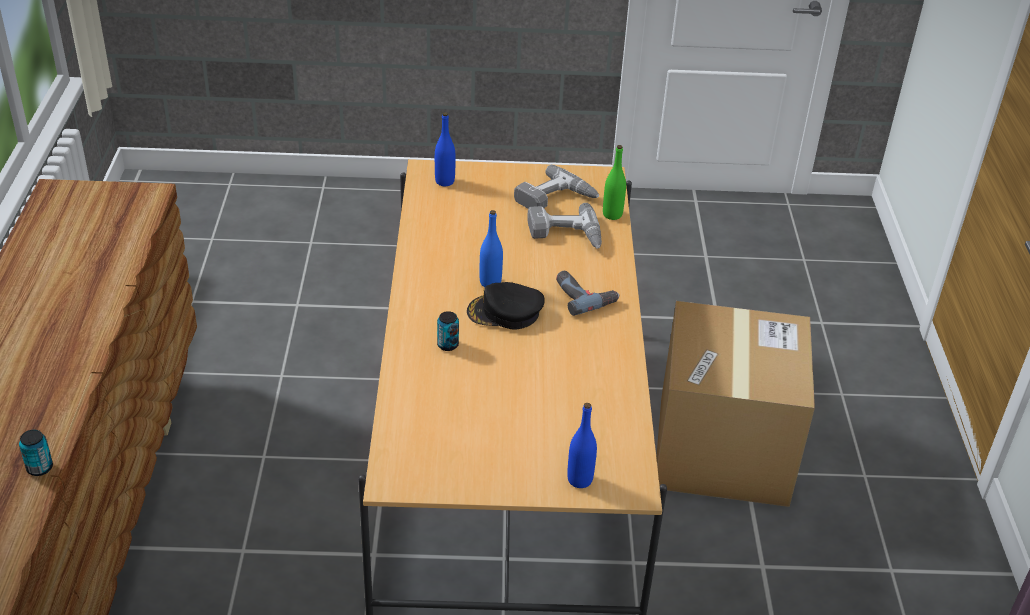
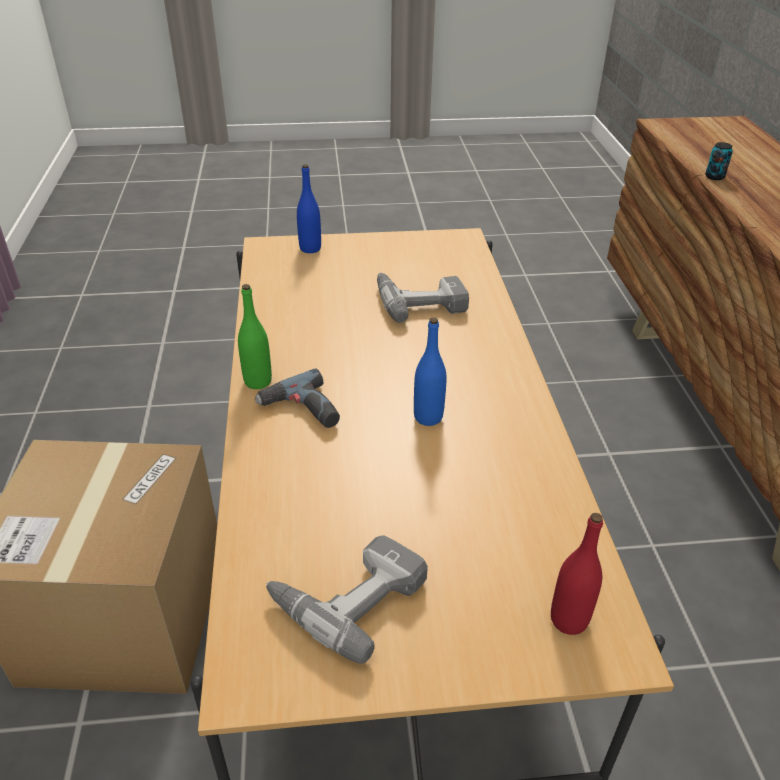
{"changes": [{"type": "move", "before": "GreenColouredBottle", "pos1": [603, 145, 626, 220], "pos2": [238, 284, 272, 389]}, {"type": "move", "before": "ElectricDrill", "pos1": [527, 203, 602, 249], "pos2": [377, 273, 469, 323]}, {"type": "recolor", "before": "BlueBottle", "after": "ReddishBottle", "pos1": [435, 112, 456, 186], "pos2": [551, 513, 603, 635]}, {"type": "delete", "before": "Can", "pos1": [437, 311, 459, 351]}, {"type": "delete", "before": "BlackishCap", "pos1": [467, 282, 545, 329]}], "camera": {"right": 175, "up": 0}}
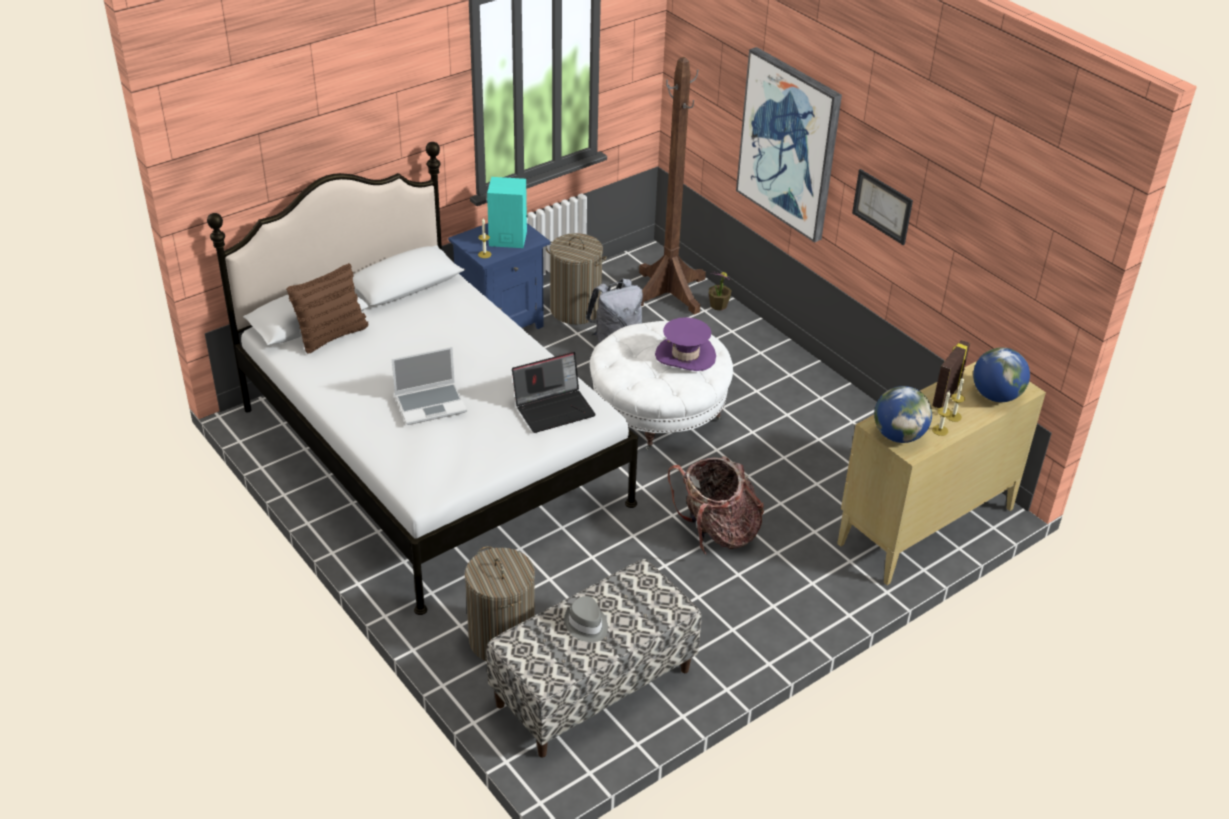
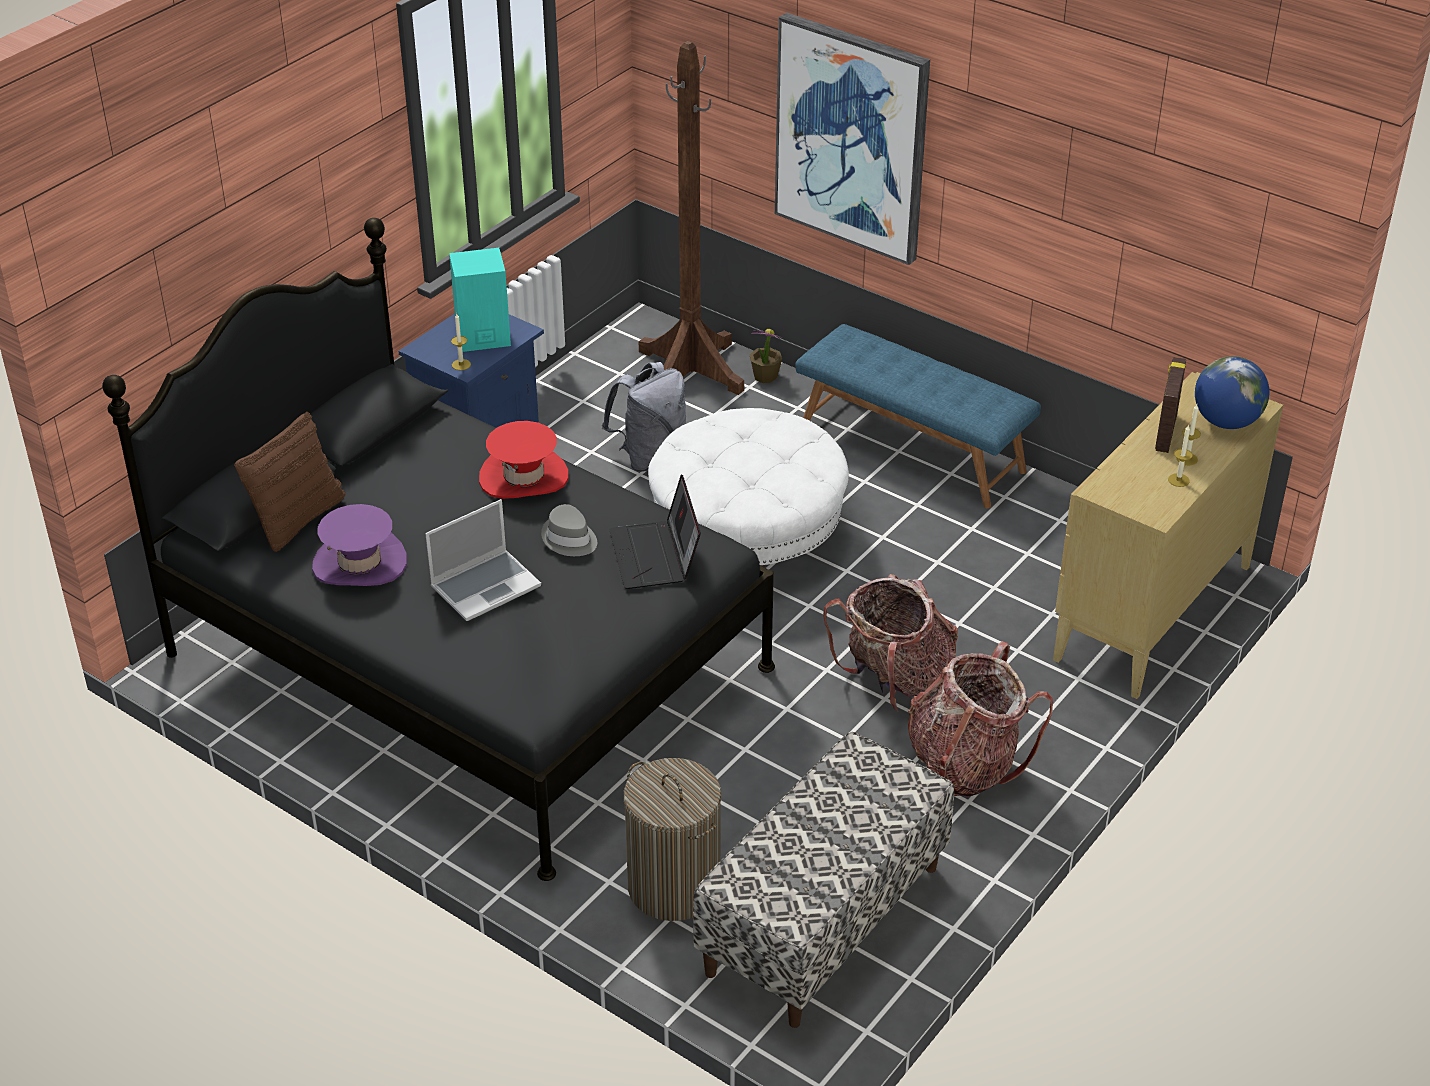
{"changes": [{"type": "recolor", "before": "WhiteColouredBedroomBed", "after": "BlackishBedroomBed", "pos1": [207, 142, 638, 615], "pos2": [102, 218, 775, 881]}, {"type": "move", "before": "PurpleColouredClothingHat", "pos1": [655, 317, 716, 371], "pos2": [312, 504, 407, 586]}, {"type": "insert", "after": "ReddishClothingHat", "pos2": [479, 421, 569, 499]}, {"type": "move", "before": "GreyishClothingHat", "pos1": [564, 596, 608, 642], "pos2": [541, 504, 597, 556]}, {"type": "rotate", "before": "Laptop", "pos1": [512, 352, 596, 433], "pos2": [609, 474, 701, 589], "turn": 120}, {"type": "insert", "after": "BlueBench", "pos2": [795, 324, 1041, 508]}, {"type": "insert", "after": "Backpack", "pos2": [908, 641, 1053, 797]}, {"type": "delete", "before": "WashingBasket", "pos1": [545, 233, 607, 324]}, {"type": "delete", "before": "WallArt", "pos1": [852, 169, 913, 245]}, {"type": "delete", "before": "Globe", "pos1": [874, 386, 932, 443]}], "camera": {"right": -15, "up": 0}}
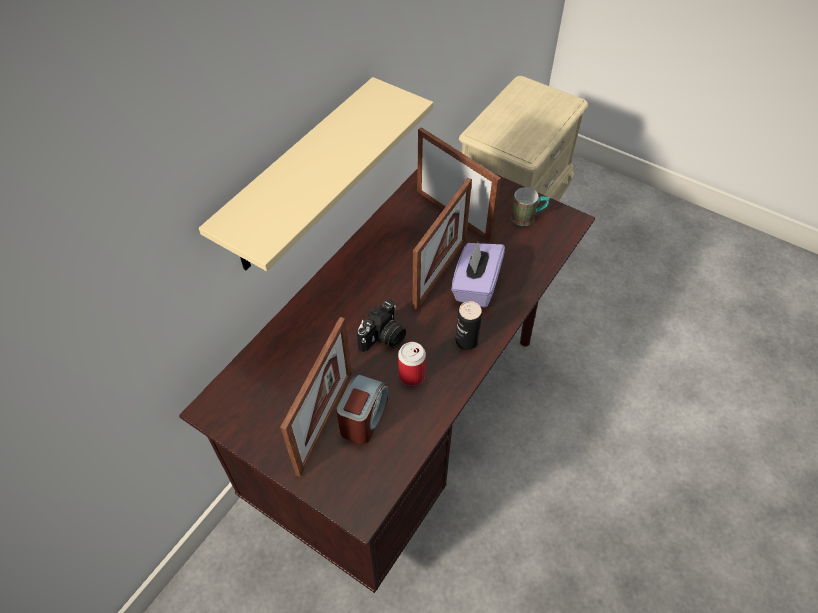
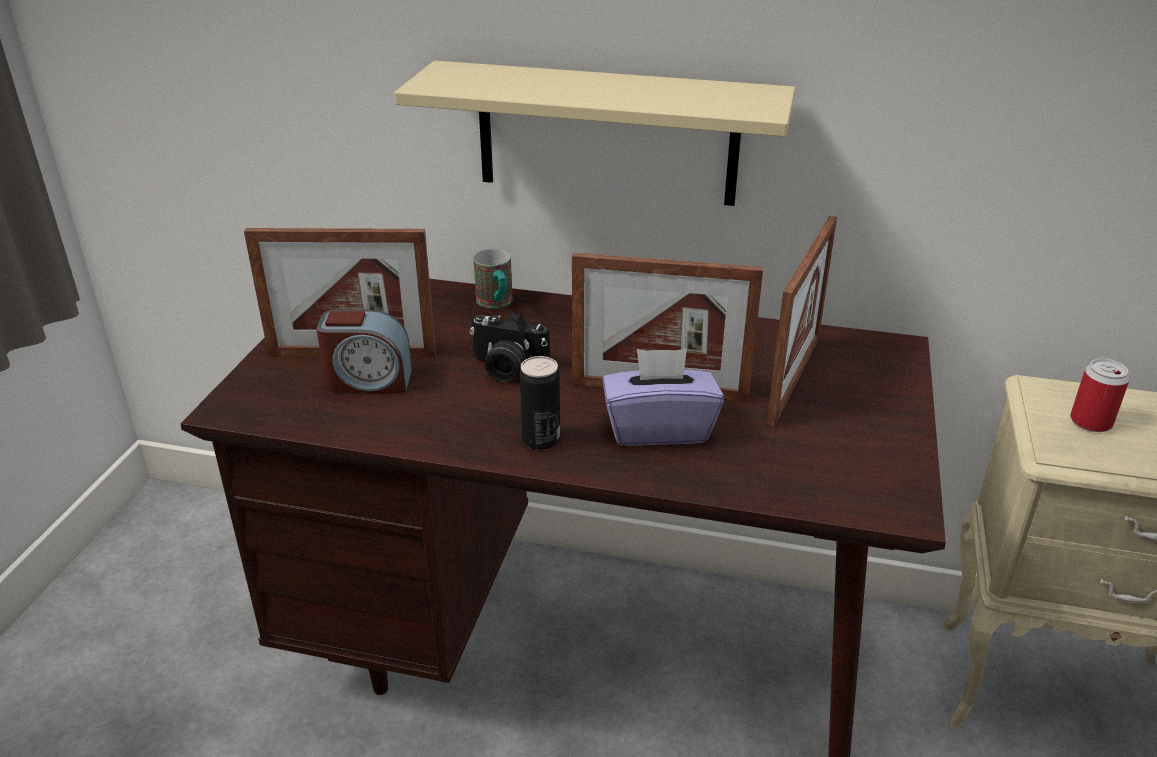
{"changes": [{"type": "move", "before": "CoffeeMug", "pos1": [511, 187, 549, 226], "pos2": [474, 249, 512, 308]}, {"type": "move", "before": "Can", "pos1": [398, 342, 426, 386], "pos2": [1070, 358, 1130, 432]}], "camera": {"right": 70, "up": -20}}
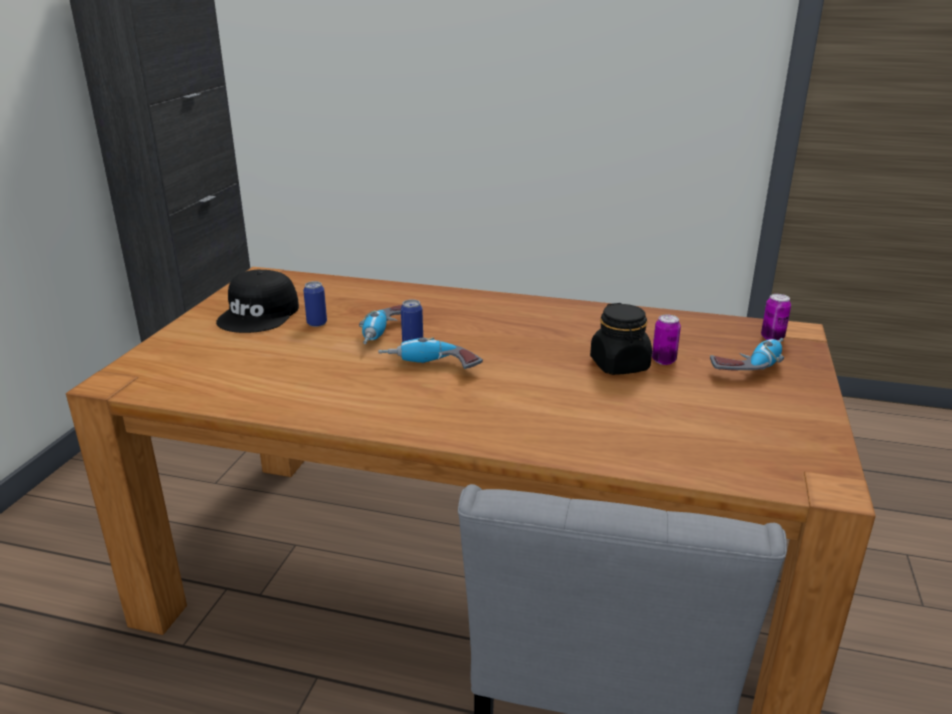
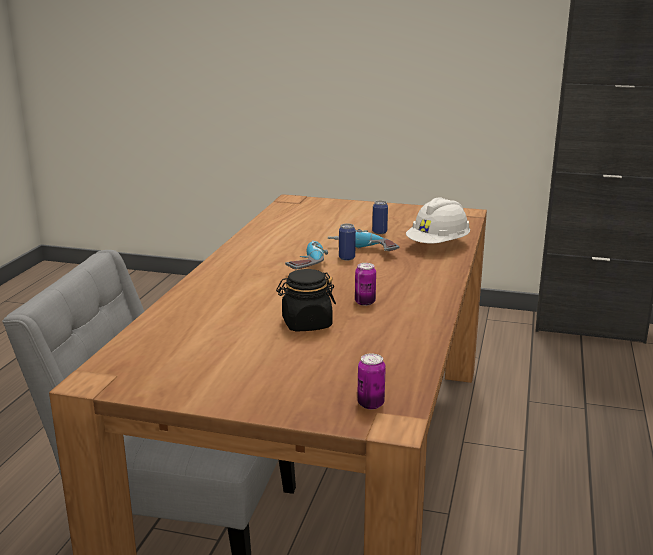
{"changes": [{"type": "move", "before": "Can", "pos1": [652, 314, 681, 365], "pos2": [355, 263, 376, 306]}, {"type": "insert", "after": "WhiteColouredSafetyHelmet", "pos2": [406, 197, 470, 244]}, {"type": "delete", "before": "BlackishCap", "pos1": [216, 270, 299, 333]}, {"type": "delete", "before": "ElectricDrill", "pos1": [710, 338, 784, 370]}], "camera": {"right": 90, "up": -5}}
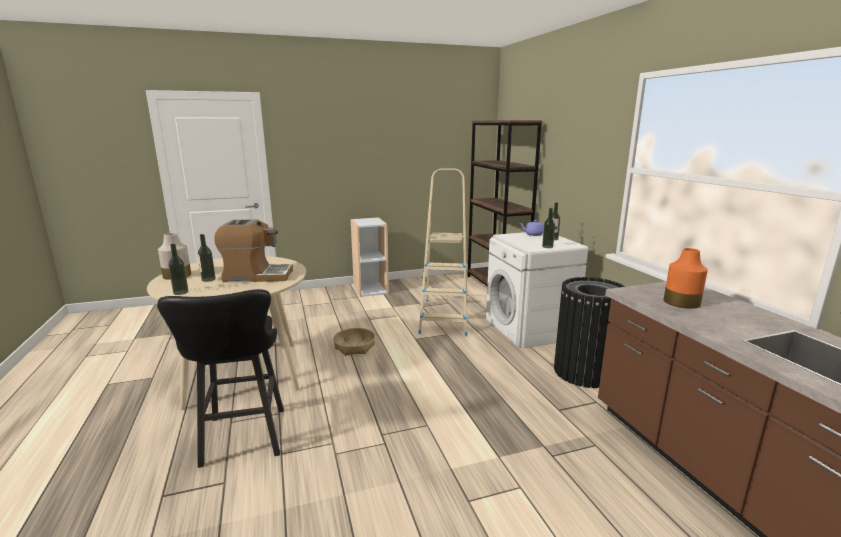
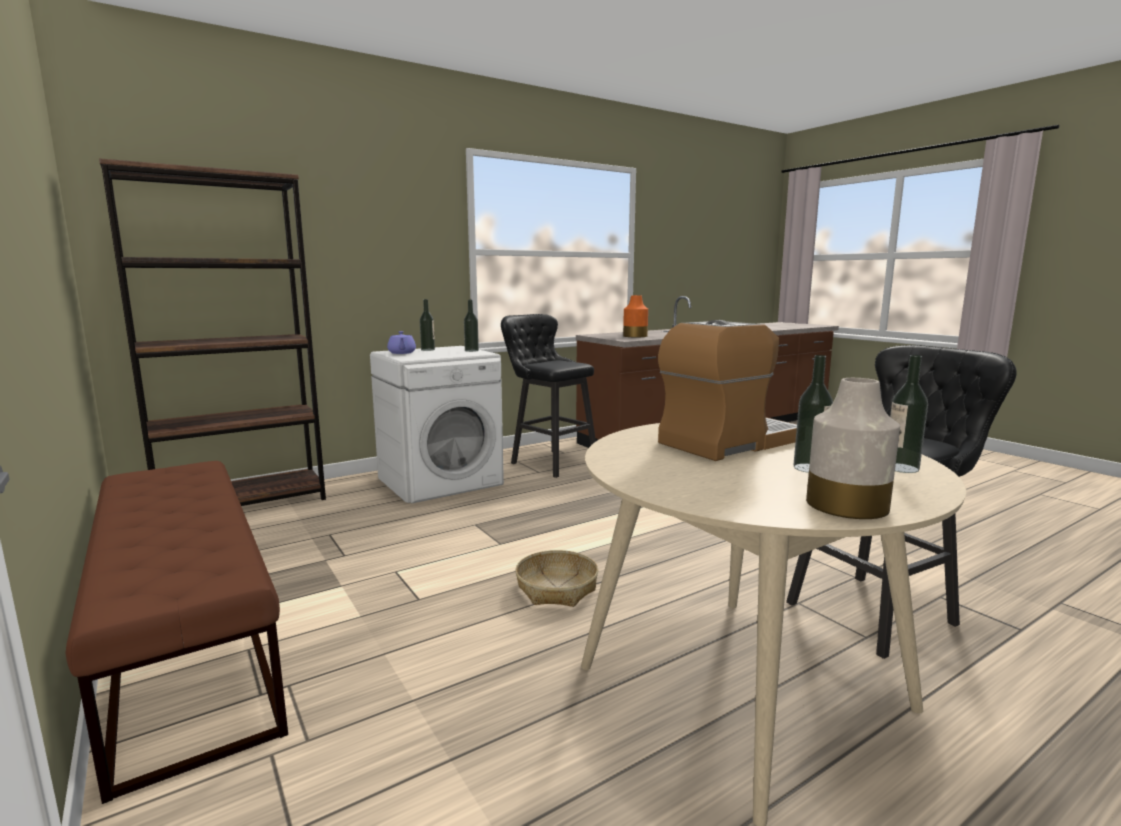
{"changes": [{"type": "replace", "before": "ShelvingUnit", "after": "BrownColouredBench", "pos1": [351, 217, 389, 297], "pos2": [66, 461, 288, 804]}, {"type": "replace", "before": "BlackishTrashCan", "after": "BlackishSittingStool", "pos1": [554, 277, 625, 388], "pos2": [501, 314, 596, 478]}, {"type": "rotate", "before": "CoffeeMaker", "pos1": [214, 219, 293, 282], "pos2": [658, 320, 797, 461], "turn": 75}, {"type": "delete", "before": "BeigeStepladder", "pos1": [419, 168, 468, 336]}], "camera": {"right": -105, "up": -5}}
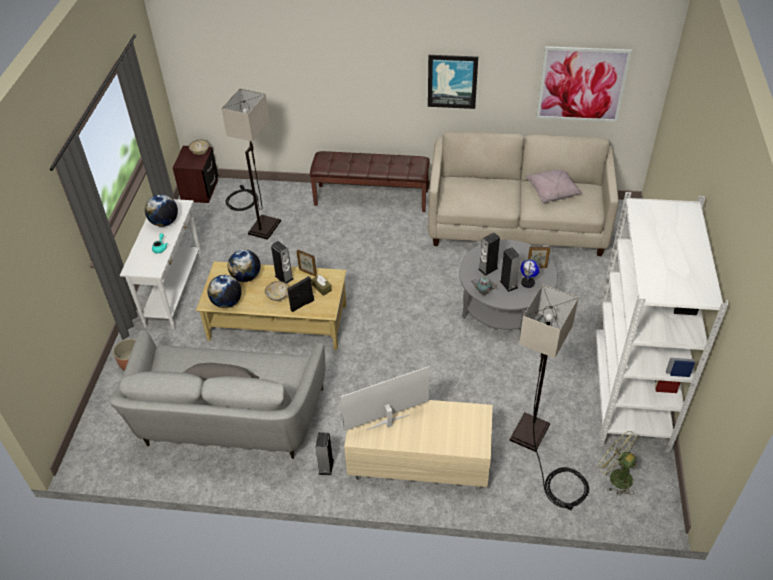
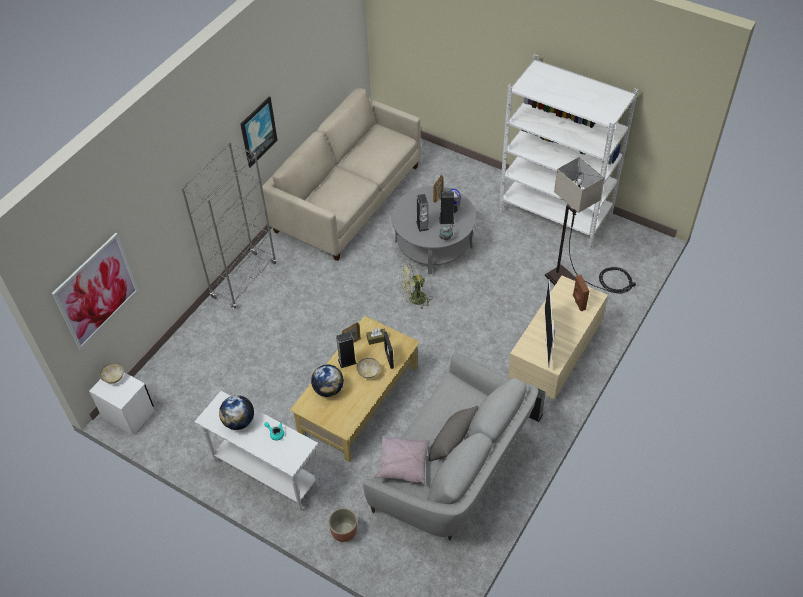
{"changes": [{"type": "move", "before": "WallArt", "pos1": [536, 46, 632, 122], "pos2": [52, 233, 138, 350]}, {"type": "recolor", "before": "BrownColouredNightTable", "after": "WhiteColouredNightTable", "pos1": [173, 146, 218, 203], "pos2": [89, 372, 155, 435]}, {"type": "replace", "before": "BrownColouredBench", "after": "GreyishShelvingUnit", "pos1": [310, 151, 430, 212], "pos2": [181, 142, 277, 309]}, {"type": "move", "before": "PurpleColouredPillow", "pos1": [525, 170, 582, 203], "pos2": [375, 435, 430, 485]}, {"type": "move", "before": "GreenColouredFan", "pos1": [598, 431, 639, 496], "pos2": [398, 263, 433, 309]}, {"type": "insert", "after": "BrownColouredLoudspeaker", "pos2": [573, 275, 589, 311]}, {"type": "delete", "before": "Globe", "pos1": [207, 275, 242, 308]}, {"type": "delete", "before": "StandingLamp", "pos1": [221, 88, 281, 240]}], "camera": {"right": -65, "up": 5}}
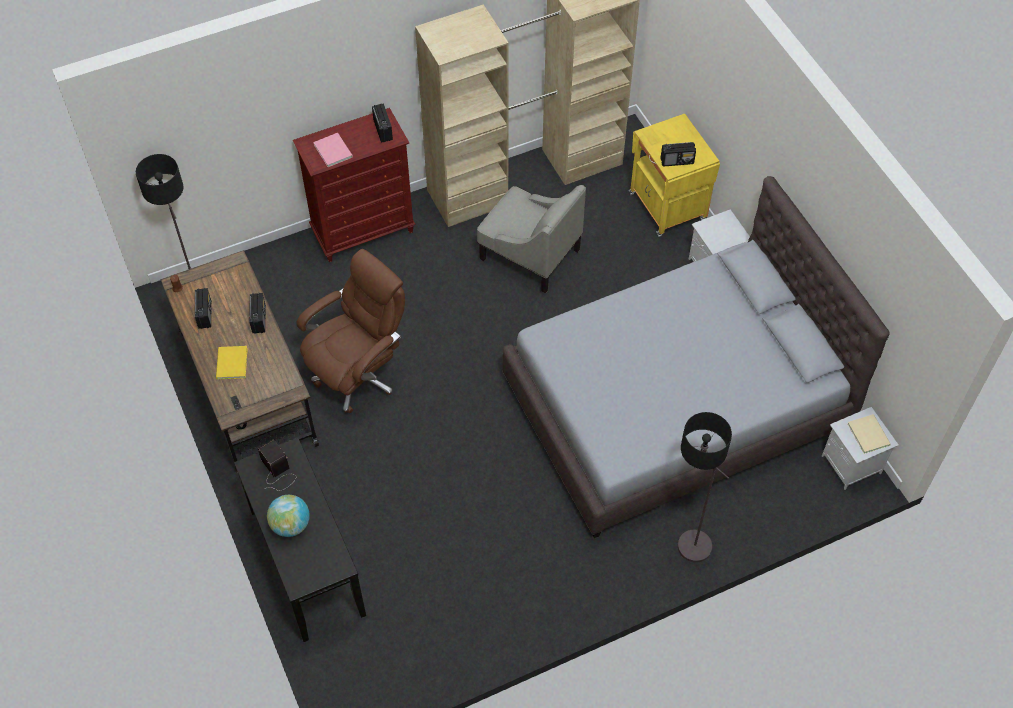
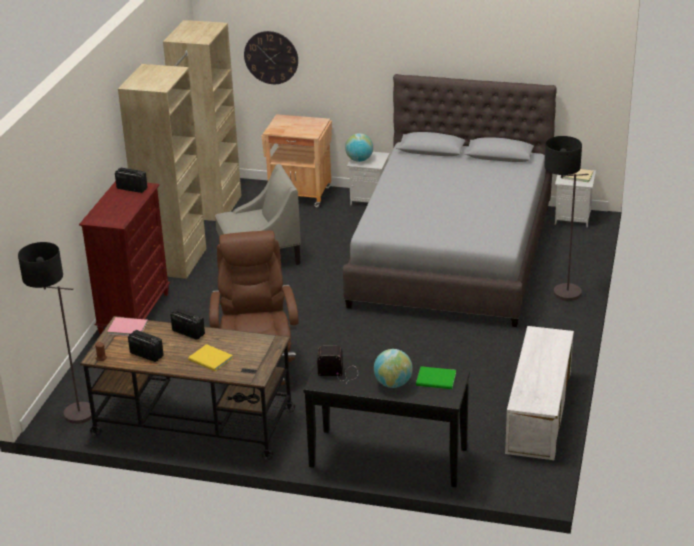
{"changes": [{"type": "move", "before": "PinkColouredBook", "pos1": [313, 133, 353, 167], "pos2": [107, 317, 148, 336]}, {"type": "insert", "after": "HangingClock", "pos2": [244, 31, 298, 84]}, {"type": "recolor", "before": "YellowCart", "after": "BrownColouredCart", "pos1": [629, 114, 720, 237], "pos2": [261, 114, 332, 207]}, {"type": "insert", "after": "Globe", "pos2": [345, 133, 373, 162]}, {"type": "insert", "after": "GreenColouredBook", "pos2": [416, 366, 456, 389]}, {"type": "insert", "after": "WhiteColouredBench", "pos2": [505, 326, 574, 460]}, {"type": "delete", "before": "RadioReceiver", "pos1": [661, 142, 696, 167]}], "camera": {"right": -50, "up": -25}}
